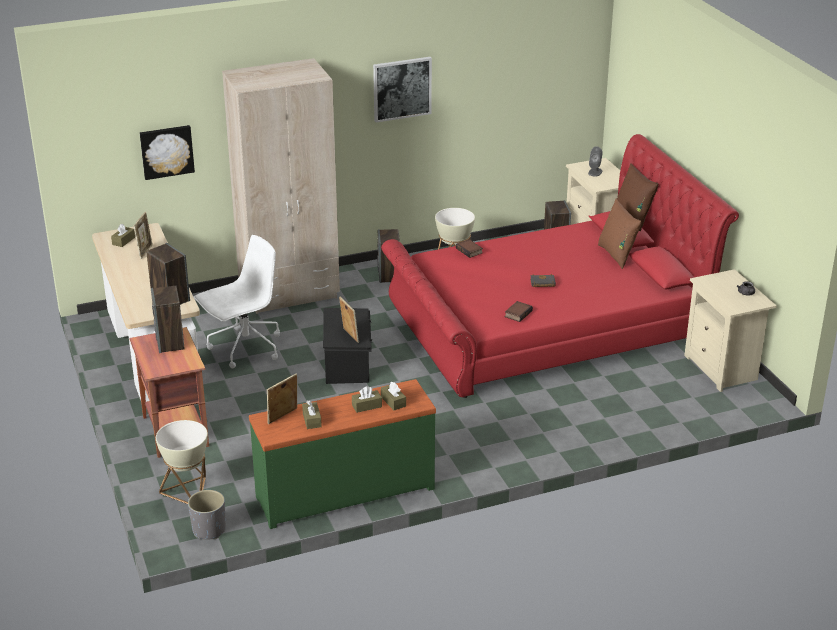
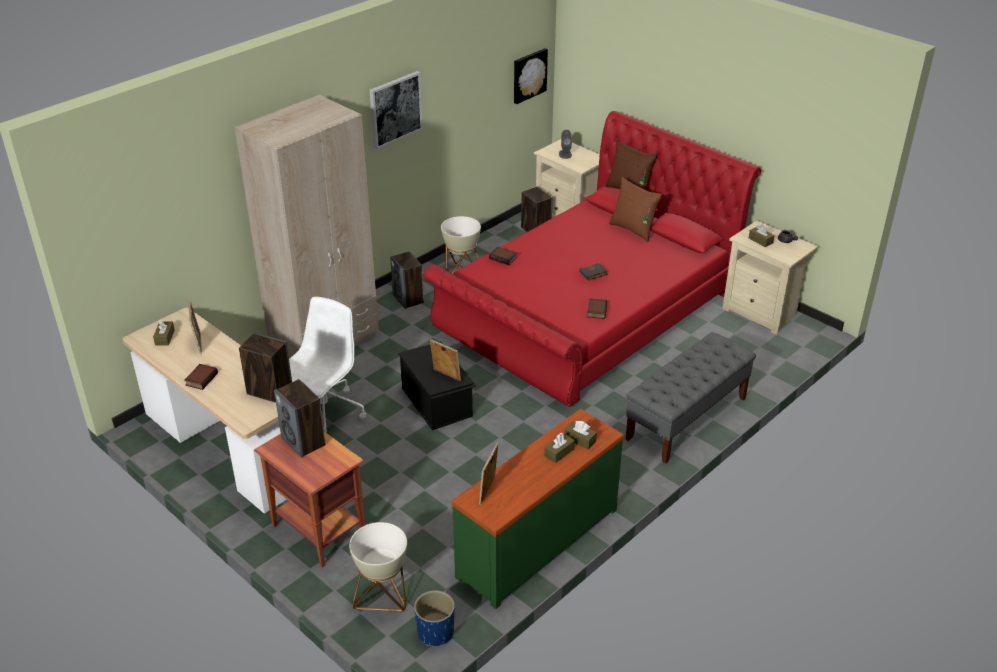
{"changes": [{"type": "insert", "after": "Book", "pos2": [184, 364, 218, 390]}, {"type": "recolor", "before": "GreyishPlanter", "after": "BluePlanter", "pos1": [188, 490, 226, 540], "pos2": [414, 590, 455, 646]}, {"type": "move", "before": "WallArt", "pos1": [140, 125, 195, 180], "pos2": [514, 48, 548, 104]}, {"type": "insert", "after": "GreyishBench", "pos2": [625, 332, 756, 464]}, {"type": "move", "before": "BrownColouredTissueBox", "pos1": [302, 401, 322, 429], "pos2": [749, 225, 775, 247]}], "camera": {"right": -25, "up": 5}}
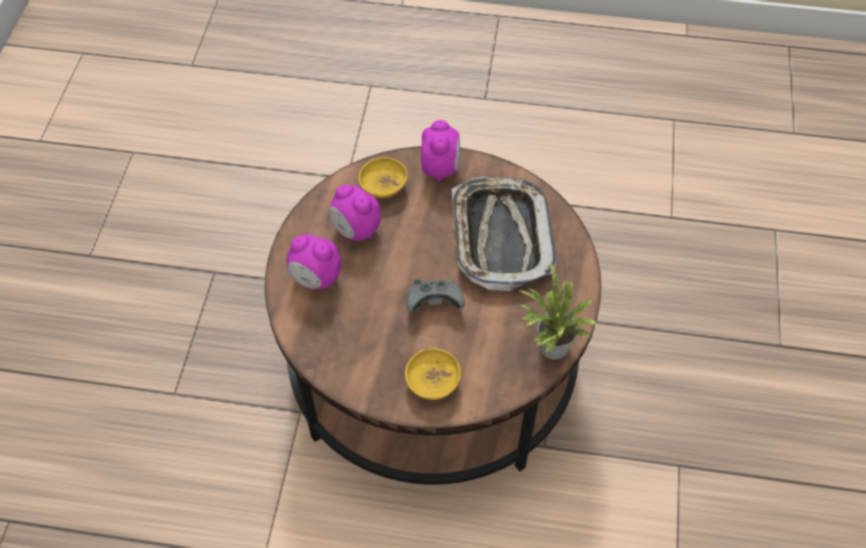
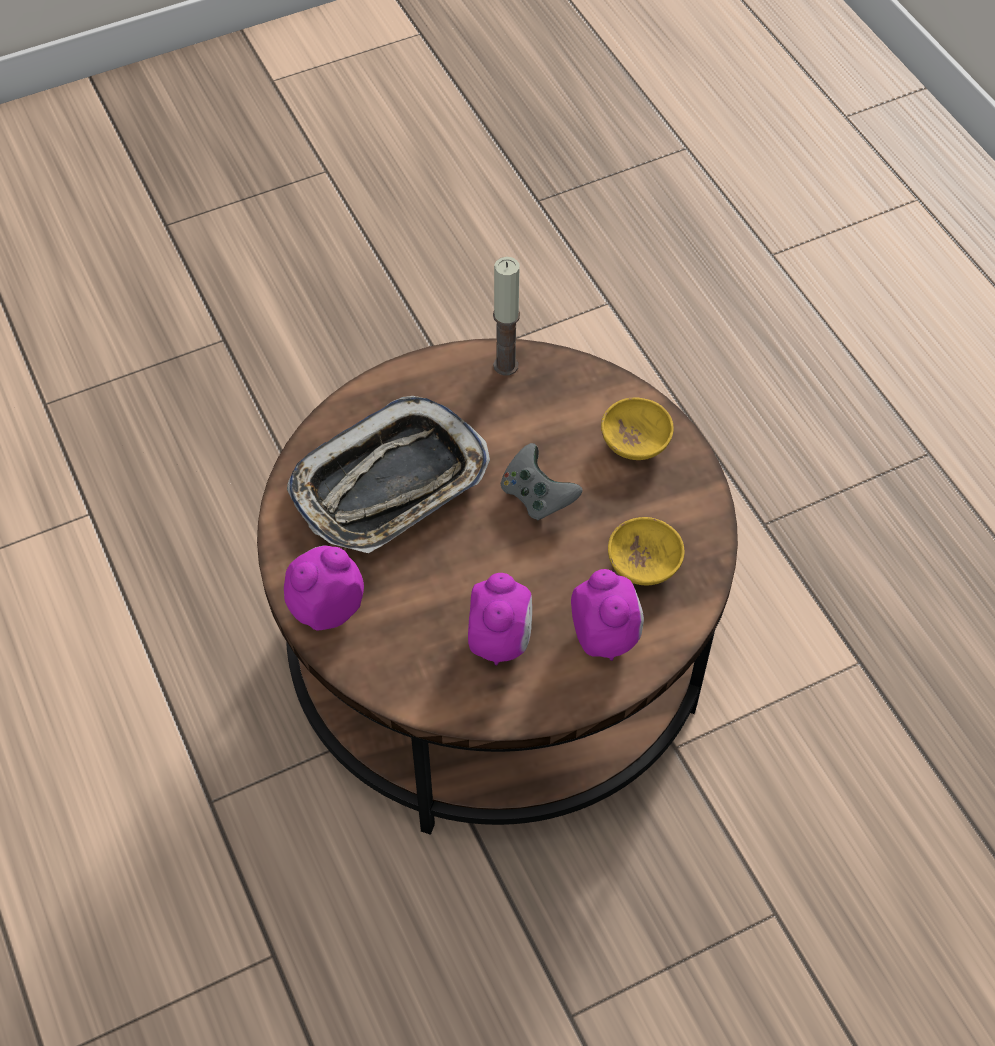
{"changes": [{"type": "replace", "before": "Houseplant", "after": "WaxLight", "pos1": [518, 263, 599, 359], "pos2": [493, 257, 520, 376]}, {"type": "move", "before": "YellowDeepDish", "pos1": [358, 157, 408, 198], "pos2": [608, 517, 684, 586]}], "camera": {"right": -125, "up": 0}}
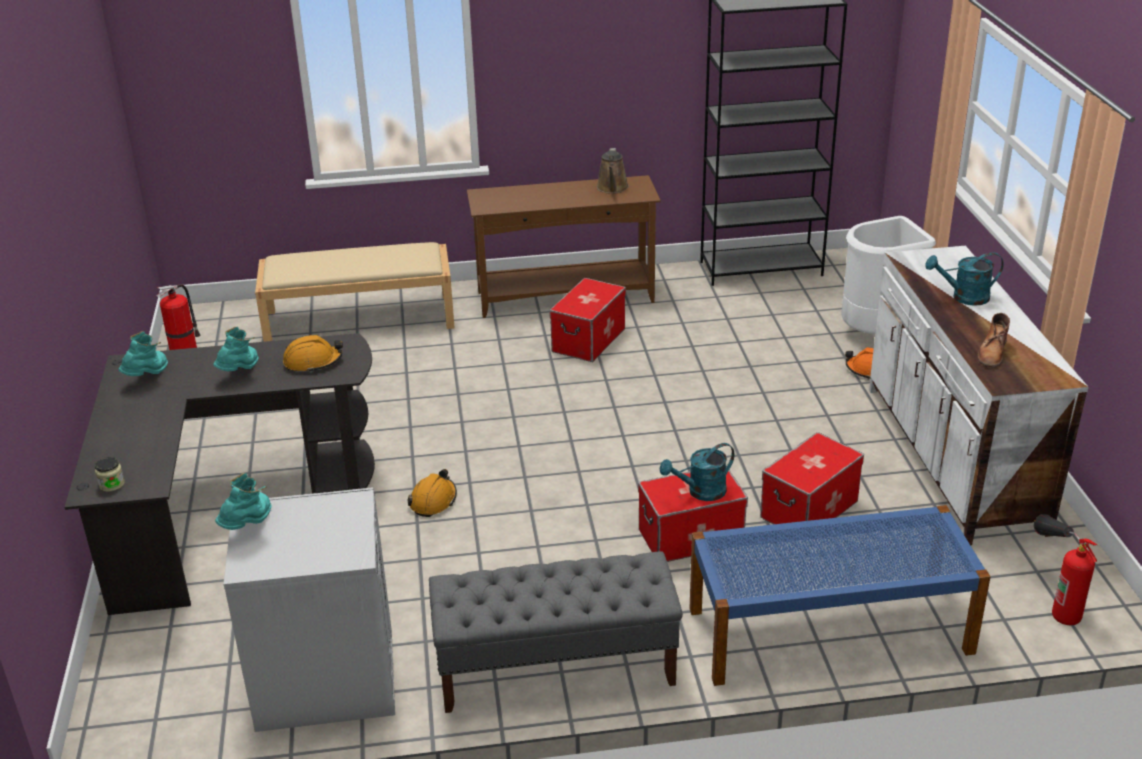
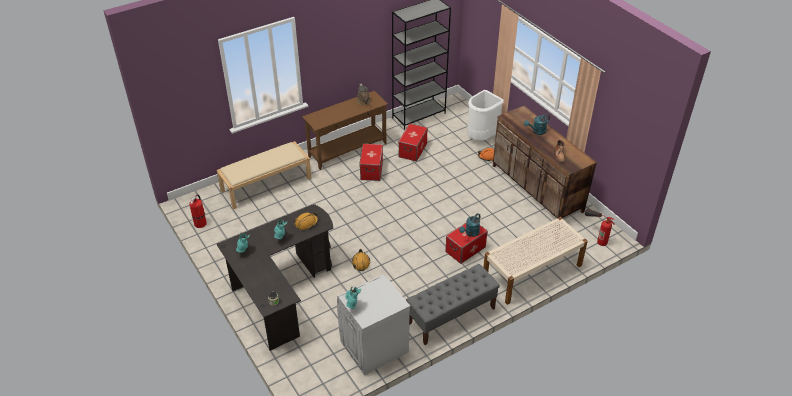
{"changes": [{"type": "move", "before": "StorageBox", "pos1": [760, 432, 864, 541], "pos2": [398, 123, 428, 162]}, {"type": "recolor", "before": "BlueBench", "after": "BeigeBench", "pos1": [689, 505, 991, 686], "pos2": [483, 217, 588, 305]}, {"type": "recolor", "before": "WhiteColouredCabinet", "after": "BrownColouredCabinet", "pos1": [869, 246, 1088, 545], "pos2": [493, 106, 597, 218]}], "camera": {"right": -25, "up": 10}}
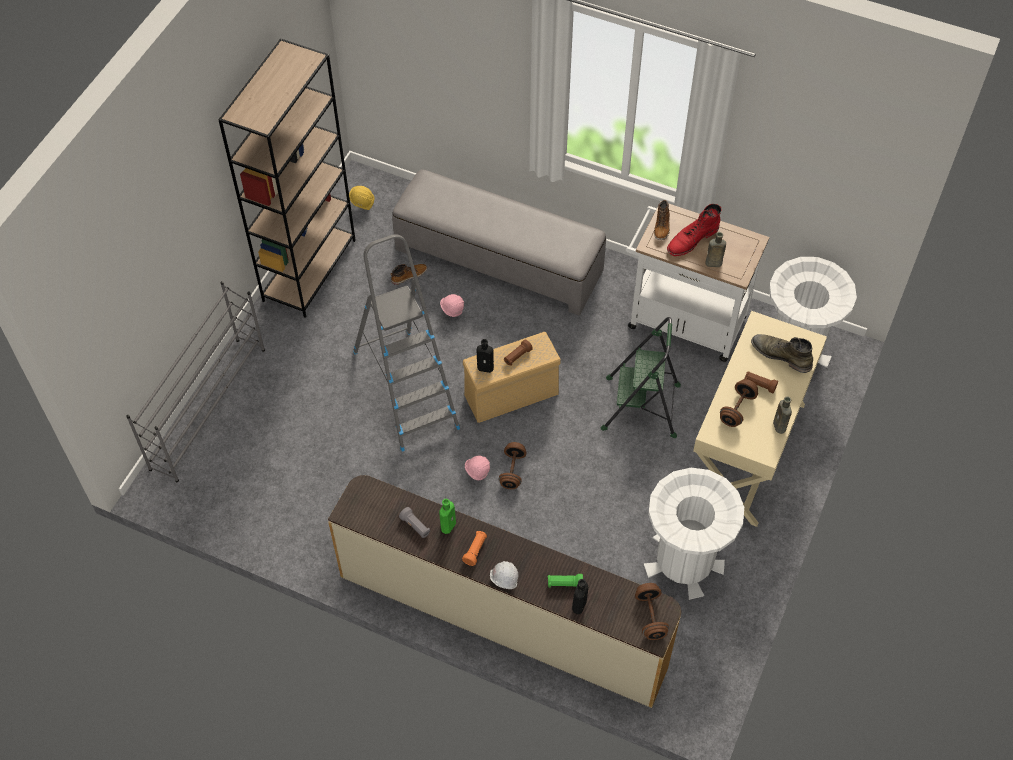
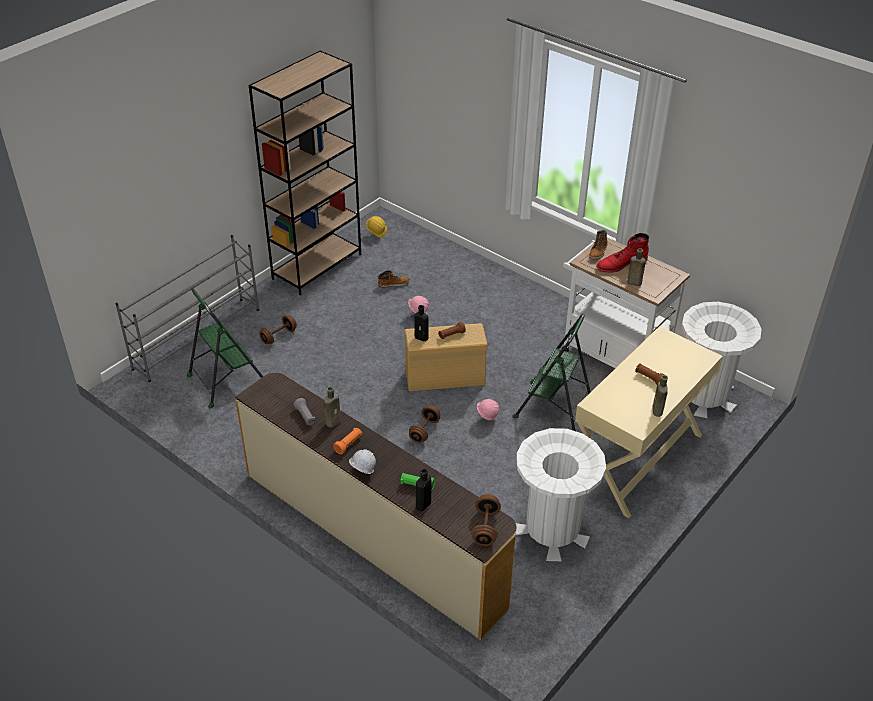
{"changes": [{"type": "insert", "after": "GreenColouredStepladder", "pos2": [187, 288, 263, 409]}, {"type": "move", "before": "BrownColouredDumbbell", "pos1": [720, 379, 758, 427], "pos2": [259, 315, 297, 344]}, {"type": "recolor", "before": "GreenColouredBottle", "after": "BrownColouredBottle", "pos1": [439, 499, 456, 534], "pos2": [324, 387, 341, 427]}, {"type": "move", "before": "PinkColouredSafetyHelmet", "pos1": [465, 456, 490, 480], "pos2": [477, 399, 499, 420]}, {"type": "delete", "before": "GreyishStepladder", "pos1": [353, 234, 460, 452]}, {"type": "delete", "before": "GreyishBench", "pos1": [392, 169, 606, 315]}, {"type": "delete", "before": "GreenColouredHighTopBoot", "pos1": [751, 334, 813, 373]}], "camera": {"right": 15, "up": -15}}
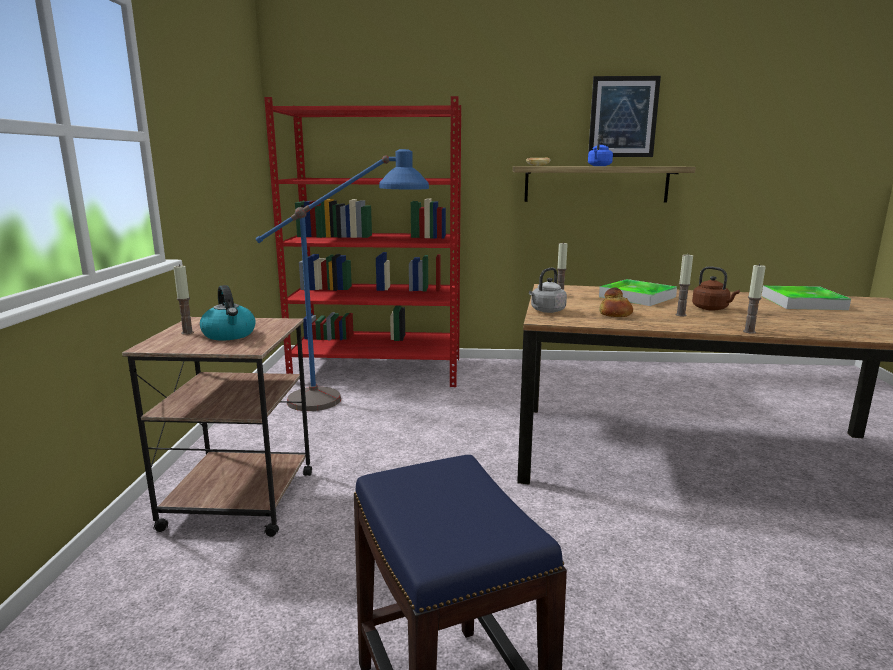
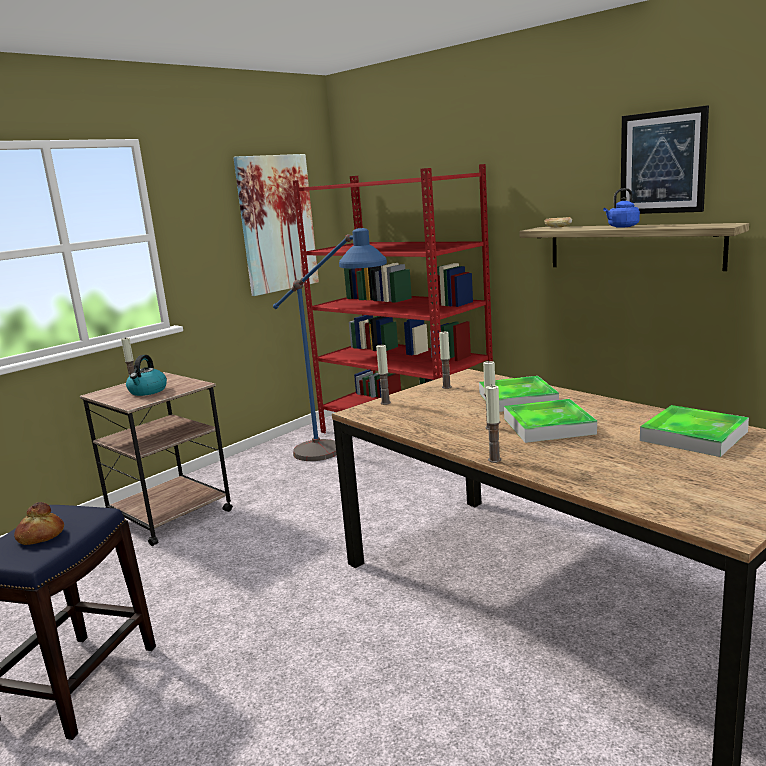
{"changes": [{"type": "move", "before": "Bread", "pos1": [599, 287, 633, 317], "pos2": [14, 502, 64, 545]}, {"type": "insert", "after": "WallArt", "pos2": [233, 154, 319, 296]}, {"type": "replace", "before": "GreyishWaterKettle", "after": "WaxLight", "pos1": [529, 268, 567, 313], "pos2": [376, 345, 391, 405]}, {"type": "replace", "before": "BrownColouredWaterKettle", "after": "ServingTray", "pos1": [692, 266, 740, 311], "pos2": [504, 399, 597, 443]}], "camera": {"right": 40, "up": 0}}
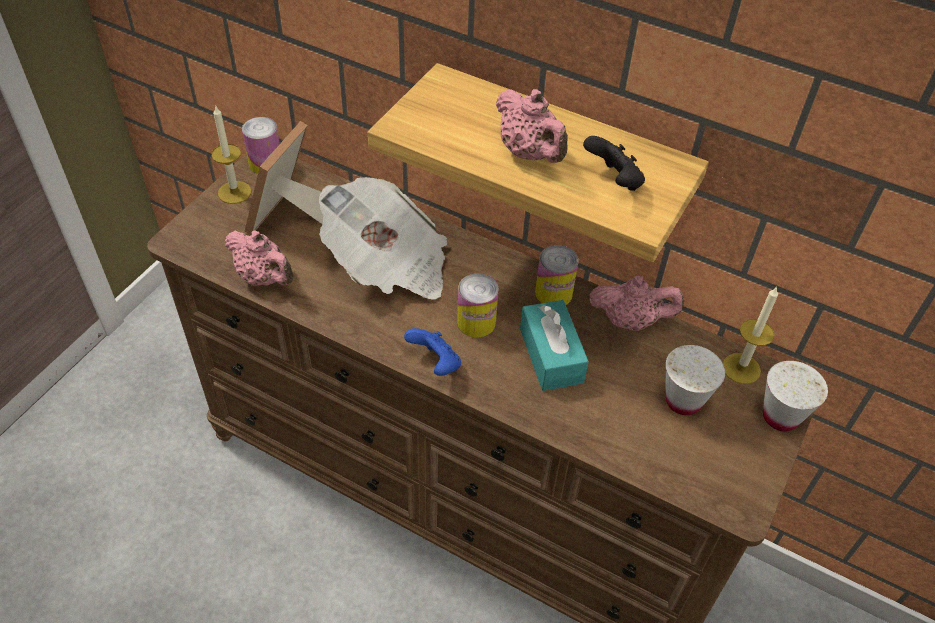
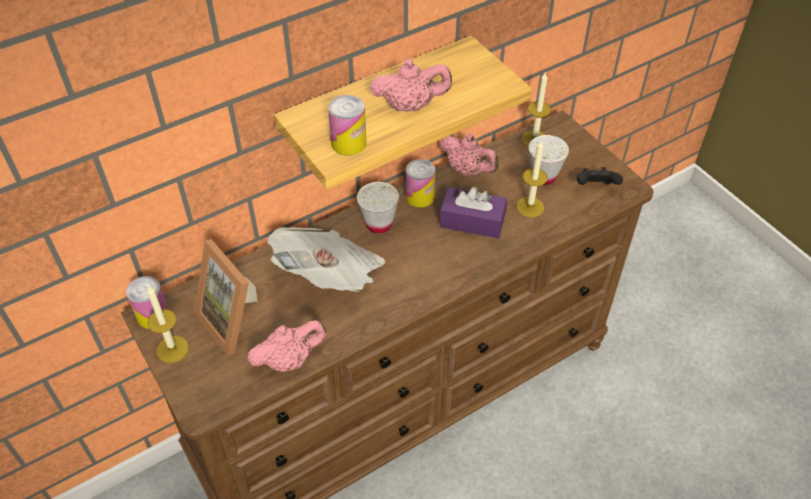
{"changes": [{"type": "move", "before": "Can", "pos1": [457, 273, 499, 337], "pos2": [328, 95, 367, 156]}, {"type": "move", "before": "WhiteColouredCup", "pos1": [763, 361, 828, 431], "pos2": [357, 182, 399, 234]}, {"type": "rotate", "before": "PinkColouredTeapot", "pos1": [589, 276, 684, 331], "pos2": [439, 133, 499, 176], "turn": 90}, {"type": "recolor", "before": "BlueGreenTissueBox", "after": "PurpleColouredTissueBox", "pos1": [520, 300, 589, 391], "pos2": [440, 187, 507, 238]}, {"type": "insert", "after": "WaxLight", "pos2": [516, 141, 548, 218]}, {"type": "move", "before": "BlackishJoypad", "pos1": [583, 136, 645, 191], "pos2": [577, 167, 623, 185]}, {"type": "delete", "before": "BlueJoypad", "pos1": [404, 328, 461, 376]}], "camera": {"right": -60, "up": 0}}
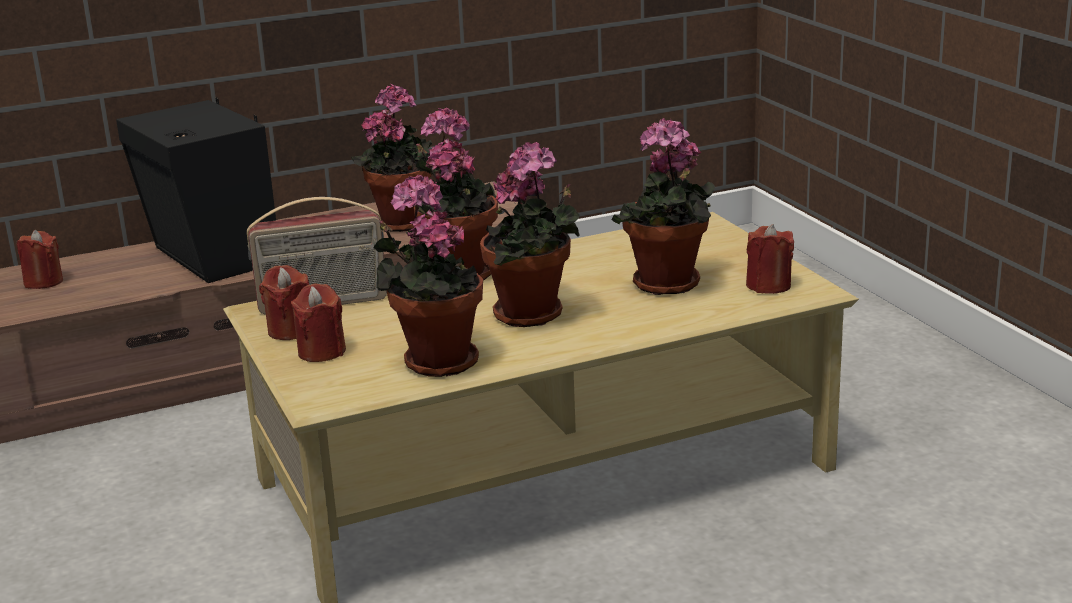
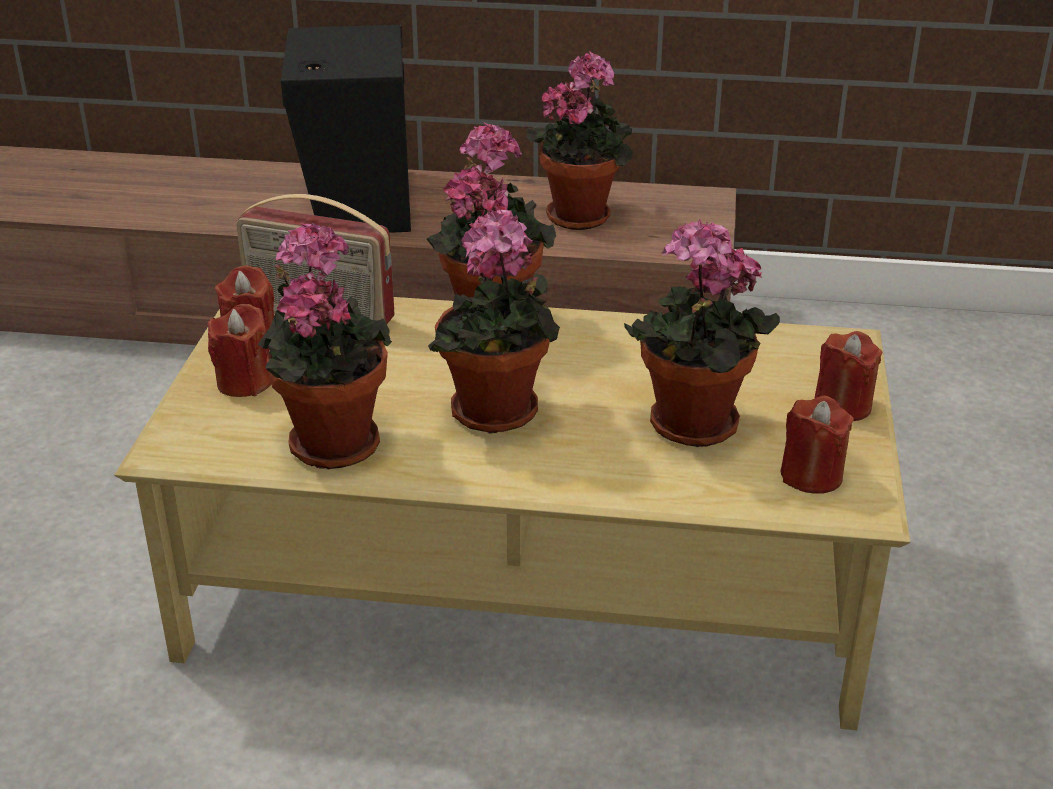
{"changes": [{"type": "move", "before": "ReddishWaxLight", "pos1": [16, 230, 63, 289], "pos2": [814, 331, 882, 421]}], "camera": {"right": 30, "up": 10}}
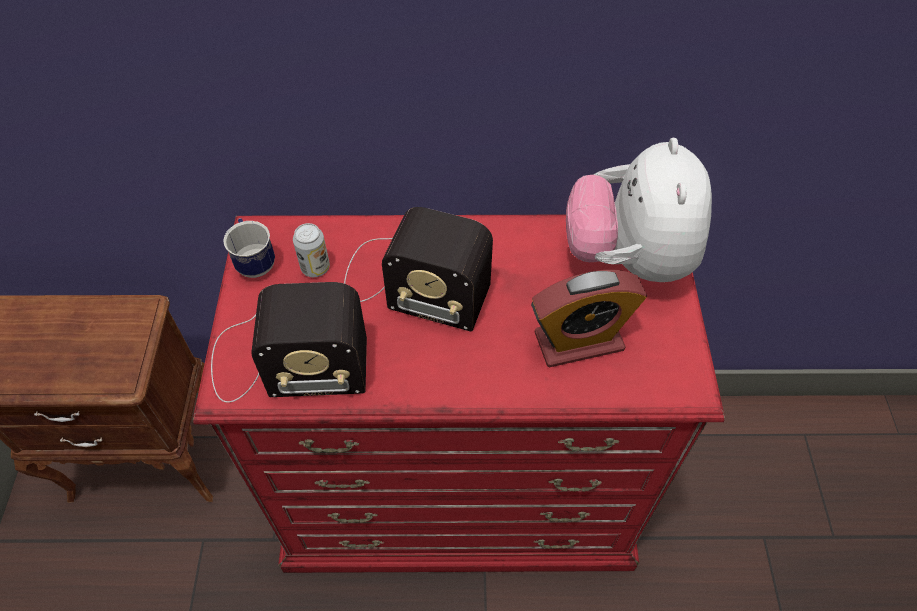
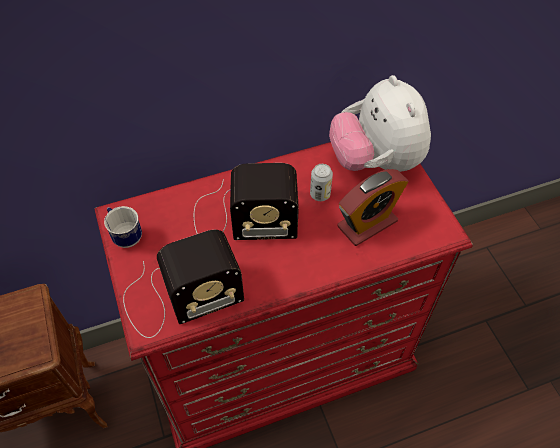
{"changes": [{"type": "move", "before": "Can", "pos1": [293, 223, 330, 277], "pos2": [310, 164, 333, 201]}], "camera": {"right": -20, "up": 0}}
